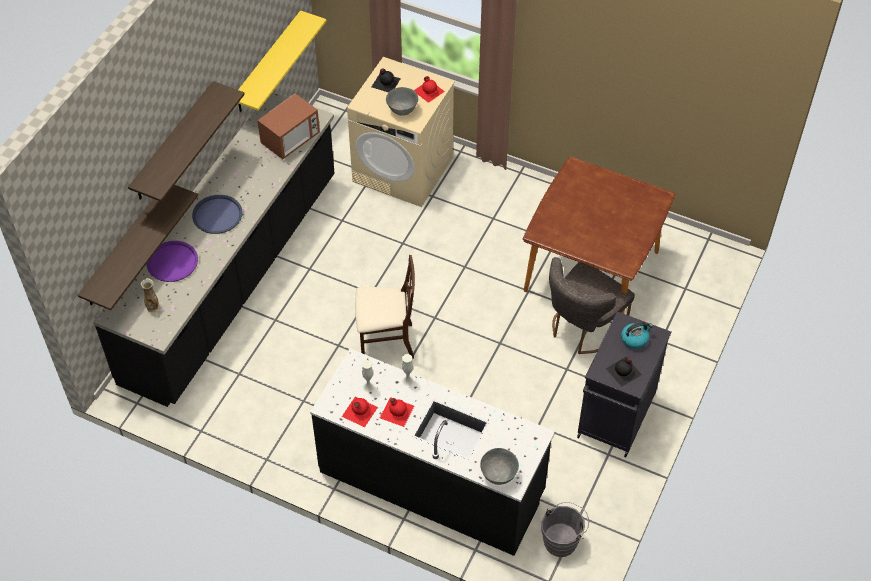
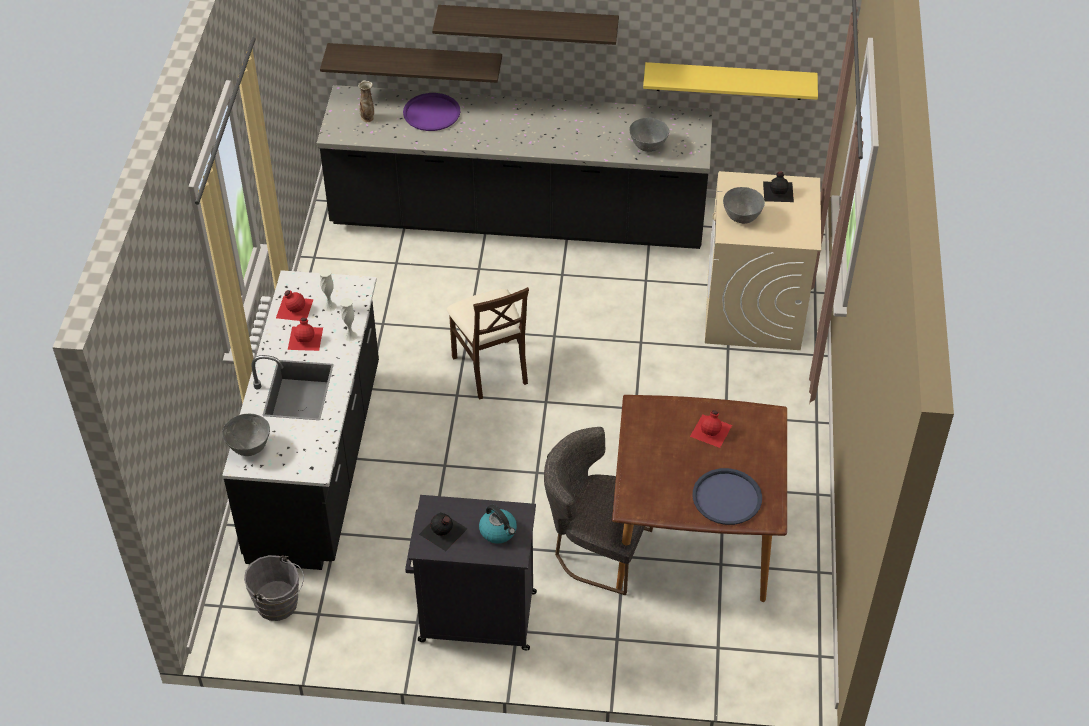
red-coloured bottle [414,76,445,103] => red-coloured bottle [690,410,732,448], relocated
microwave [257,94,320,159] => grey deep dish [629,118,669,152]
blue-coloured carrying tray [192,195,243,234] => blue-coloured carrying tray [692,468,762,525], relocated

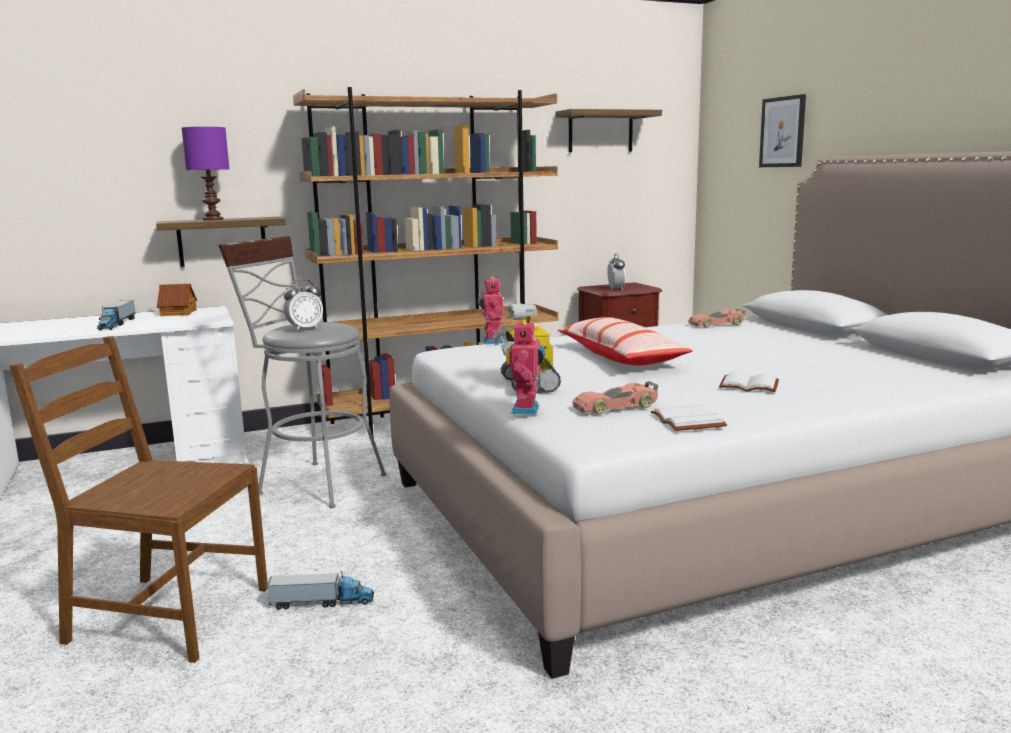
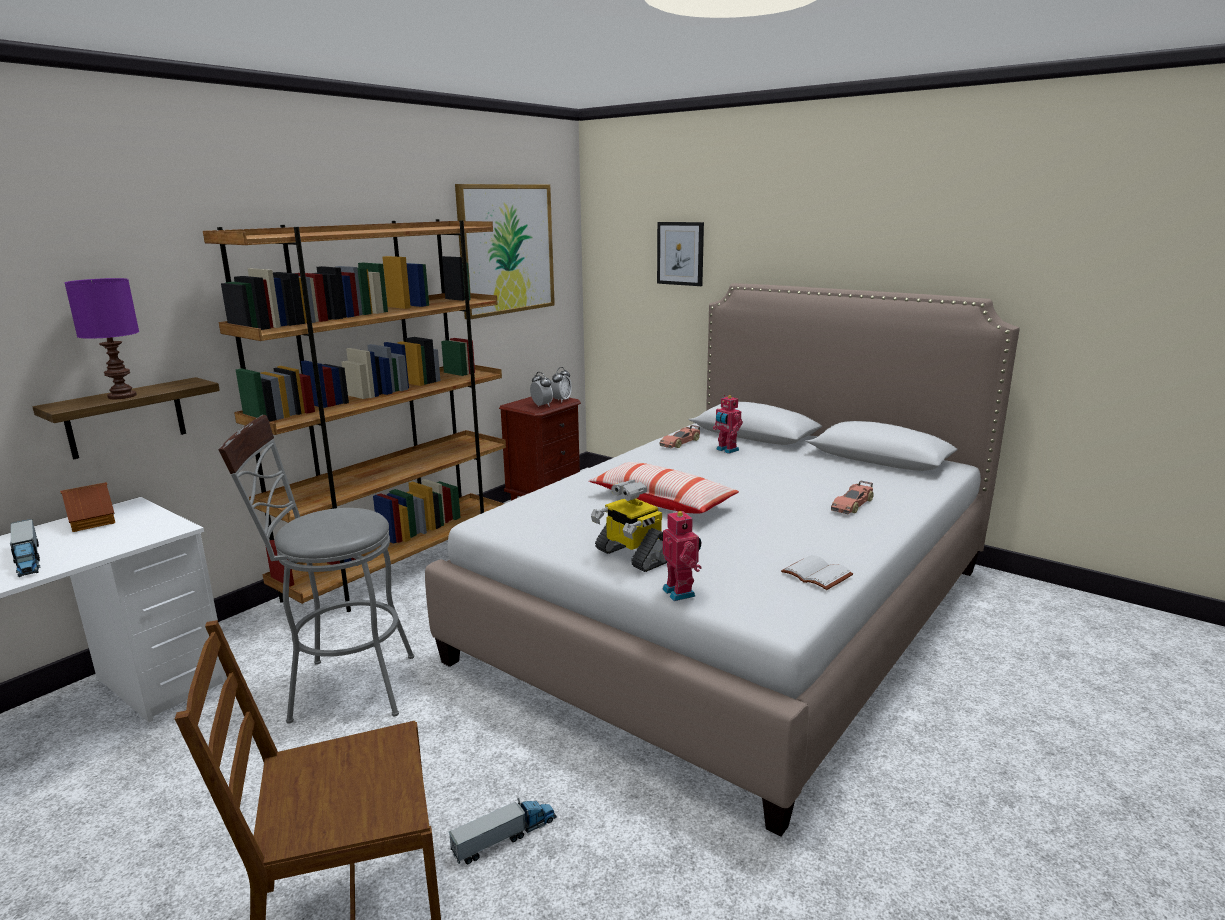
bracket shelf [555,109,662,152] => wall picture [455,184,555,319]
model robot [478,277,504,344] => model robot [713,395,743,454], relocated
bedside clock [284,279,323,331] => bedside clock [551,367,572,403], relocated
white bound book [719,372,779,392] => nothing
toy car [572,381,658,414] => toy car [831,481,874,514], relocated

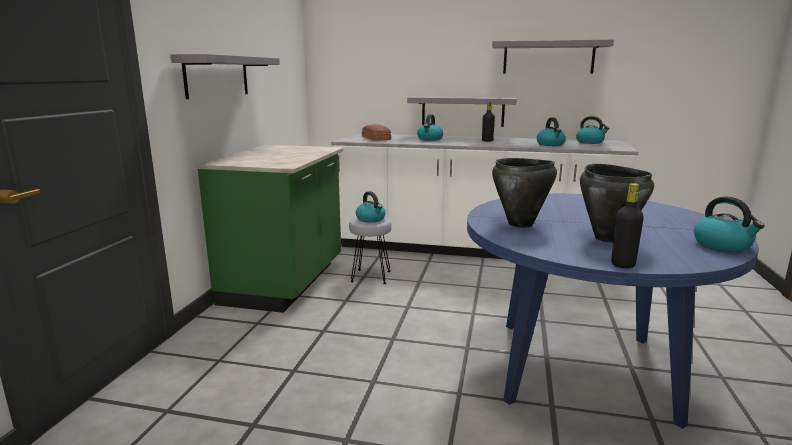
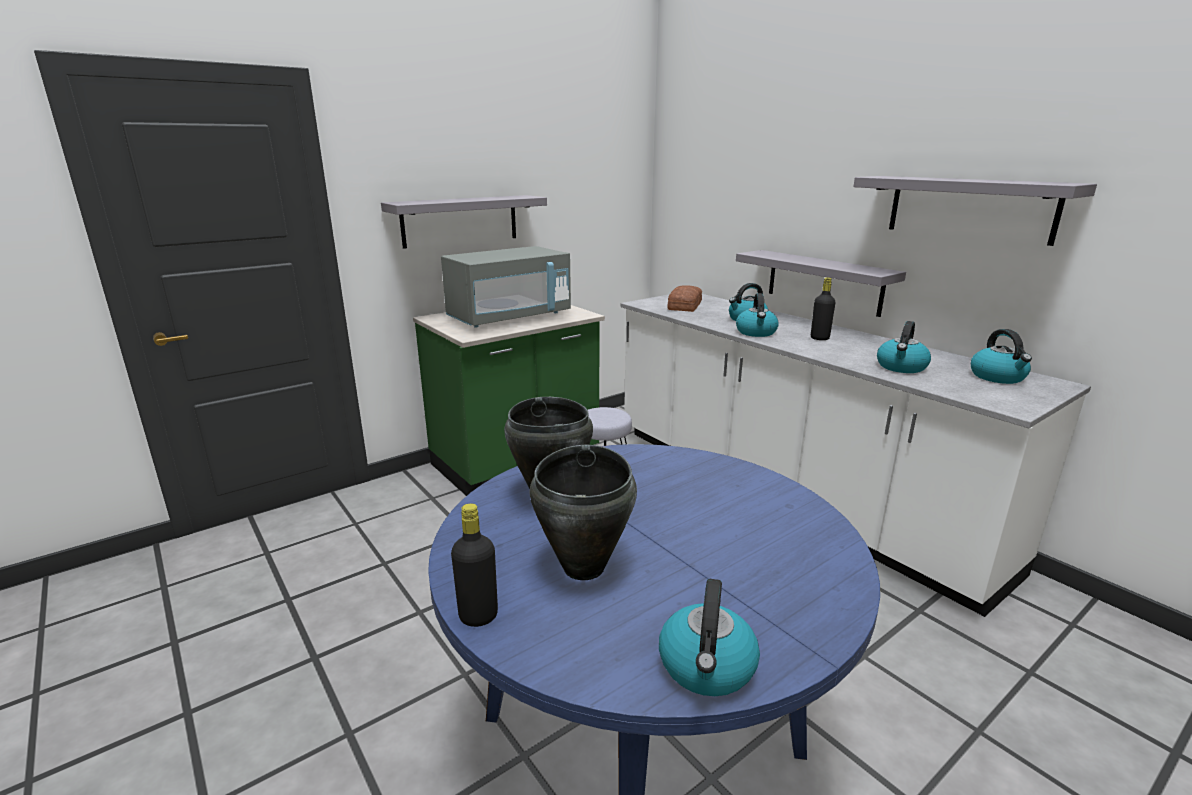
water kettle [356,191,386,223] => water kettle [736,293,779,337], relocated
nothing => grey microwave [441,246,571,328]

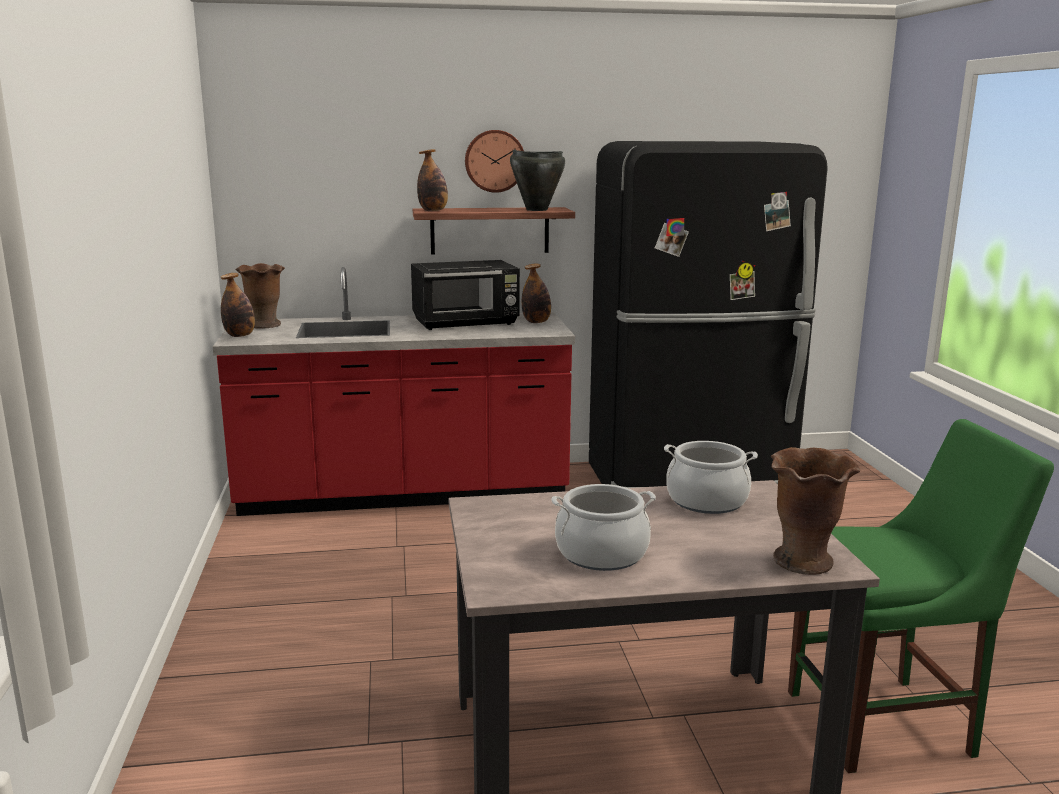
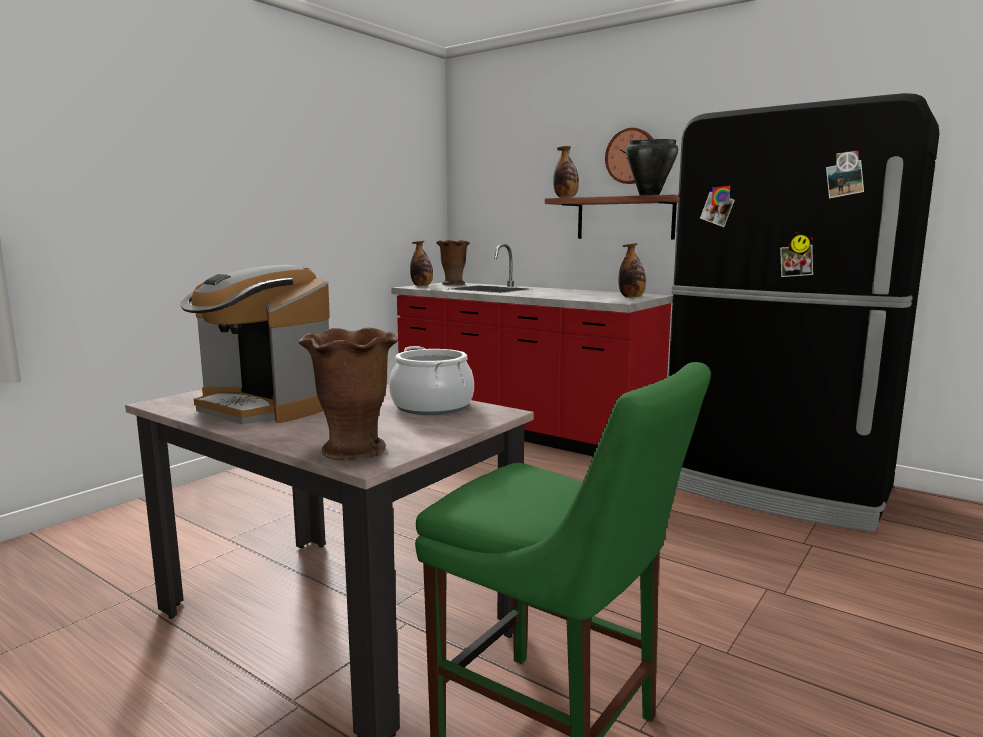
blackish microwave [411,260,520,330] => nothing
cooking pot [551,484,656,571] => coffee brewer [180,265,330,425]

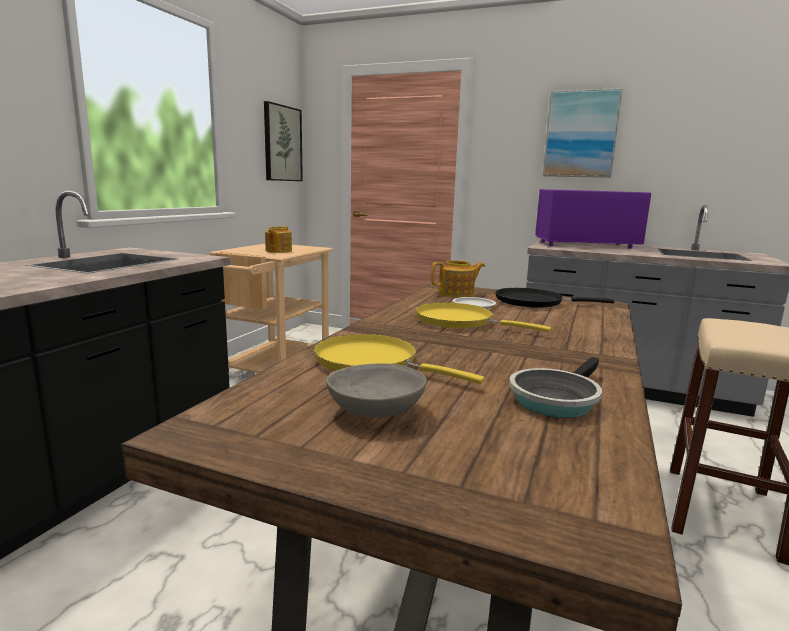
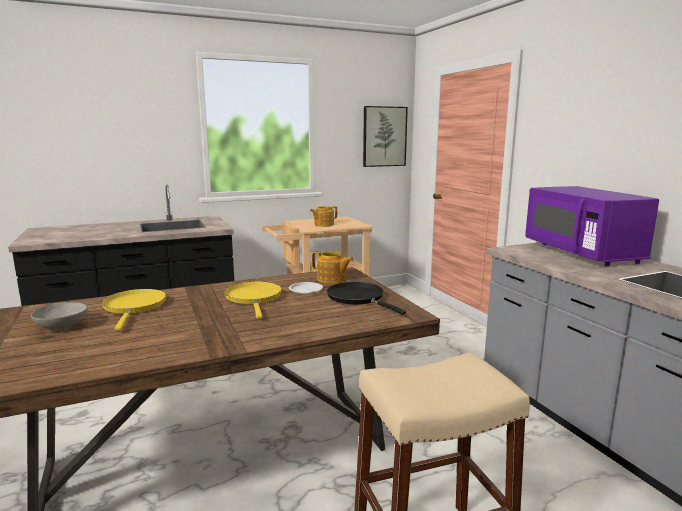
wall picture [543,88,623,178] => nothing
purplish microwave [535,189,651,249] => purplish microwave [525,186,659,266], 150 degrees counterclockwise
frying pan [509,357,602,418] => nothing

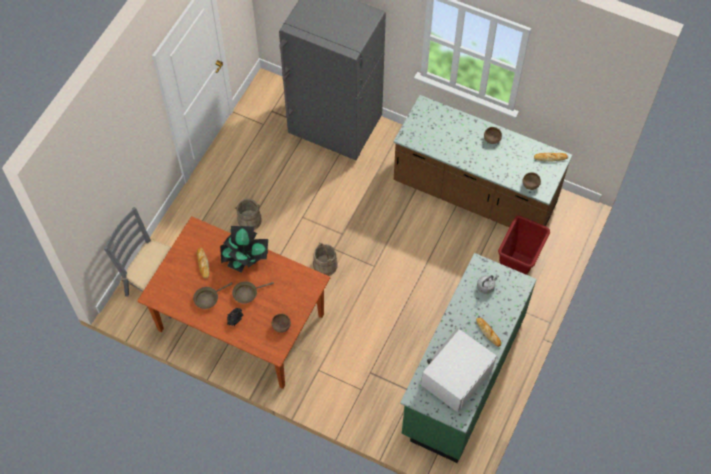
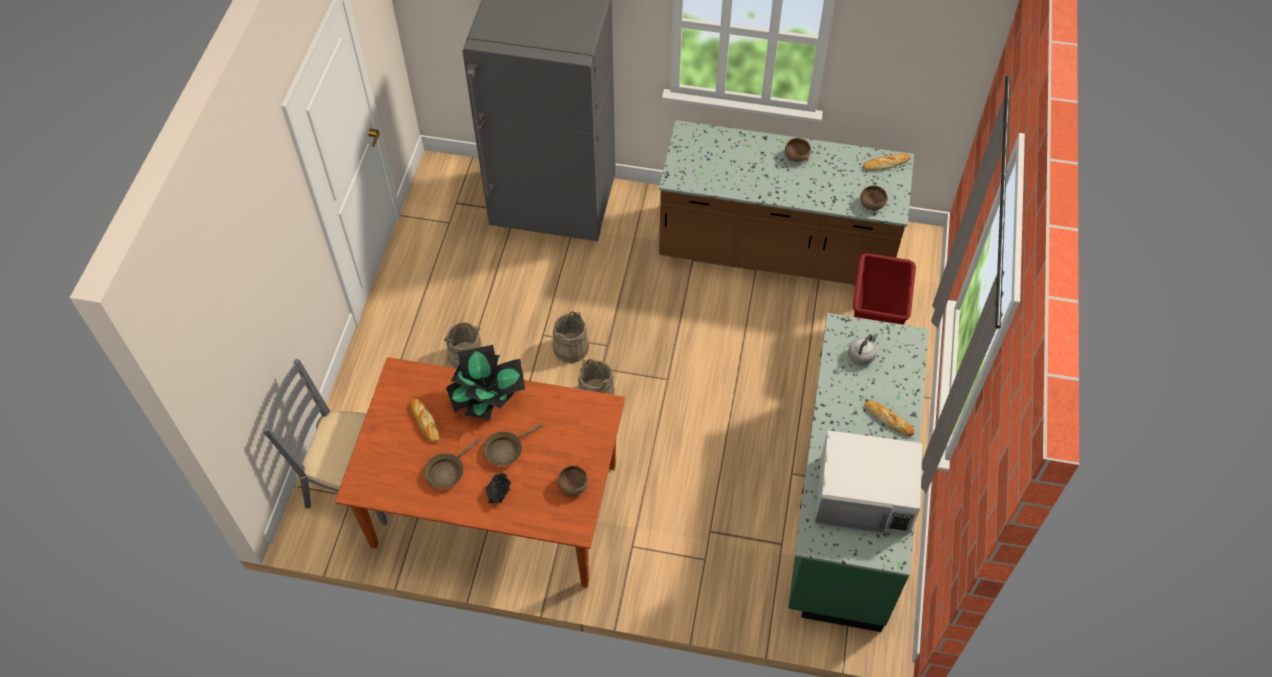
white microwave [421,328,496,412] => white microwave [815,430,923,533], 105 degrees counterclockwise
nothing => beige-coloured bucket [553,311,589,363]

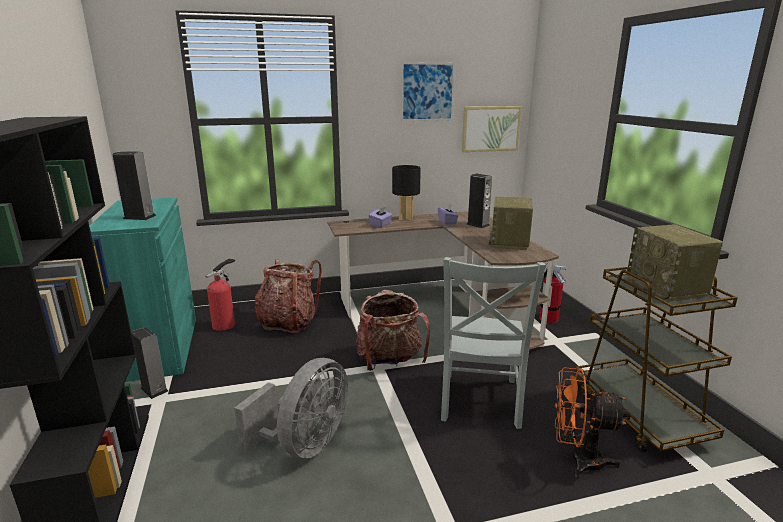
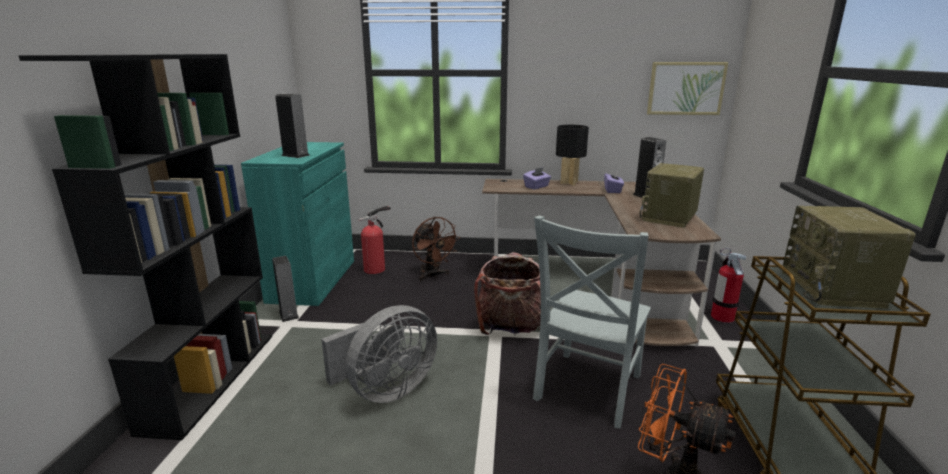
wall picture [401,62,455,121] => nothing
knapsack [255,259,322,333] => brown-coloured electric fan [412,217,460,281]

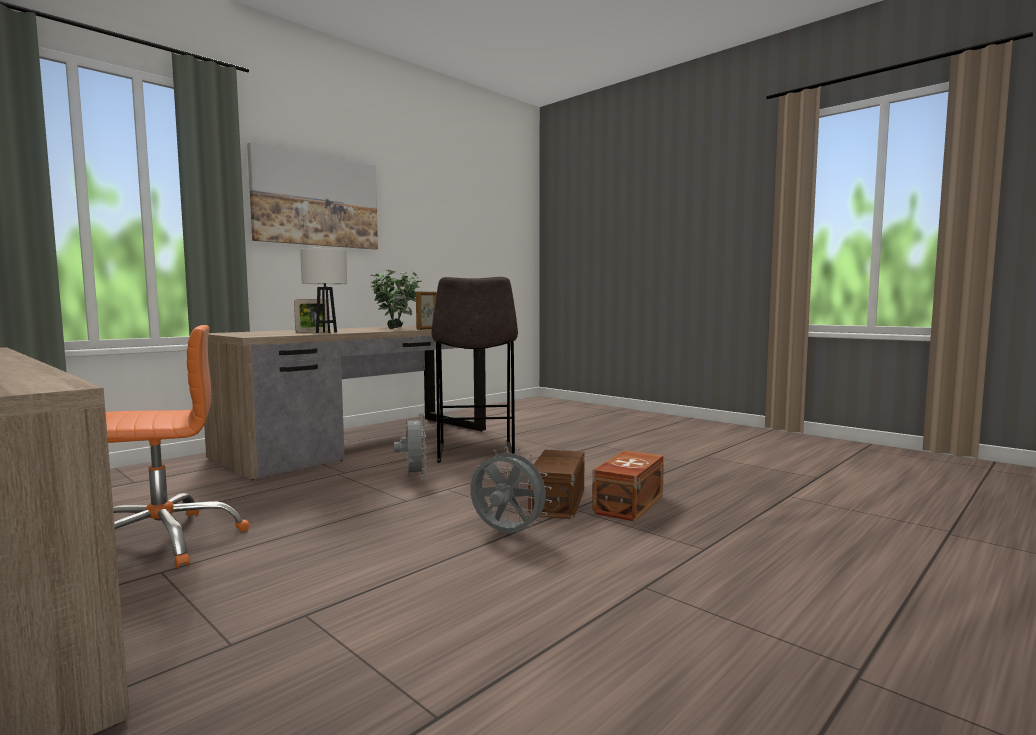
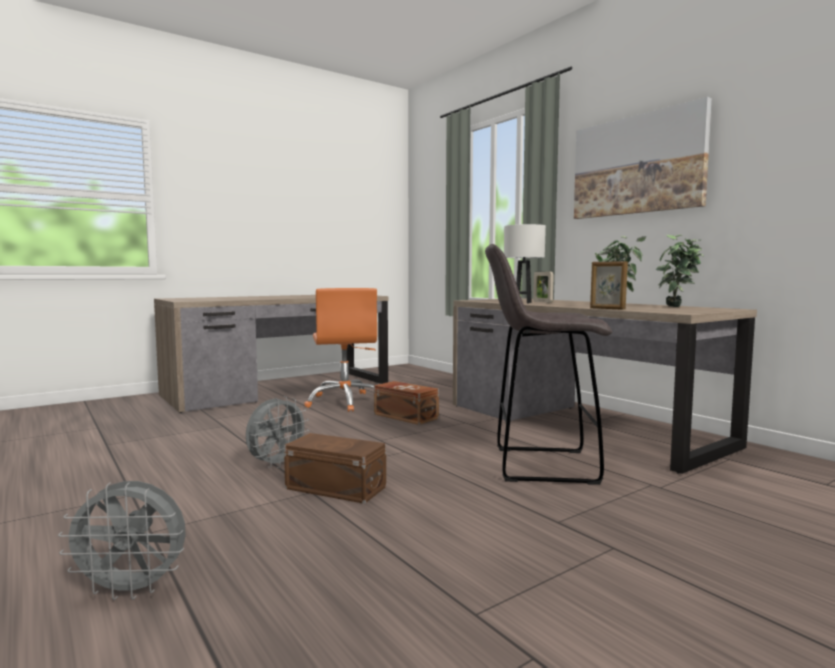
grey electric fan [394,413,427,479] => grey electric fan [58,481,186,600], relocated
brown-coloured storage container [592,450,664,522] => brown-coloured storage container [374,381,439,425], relocated

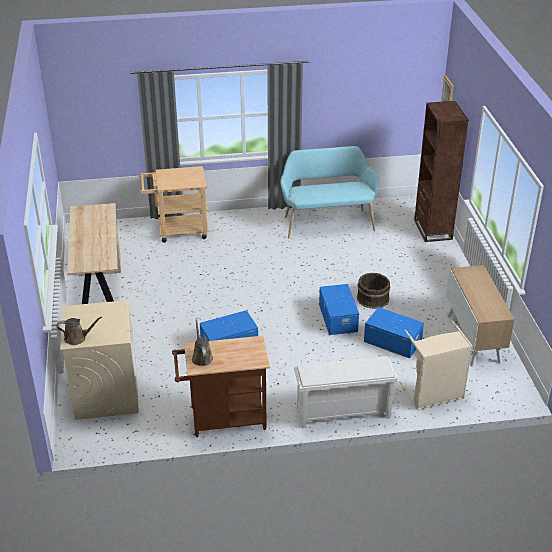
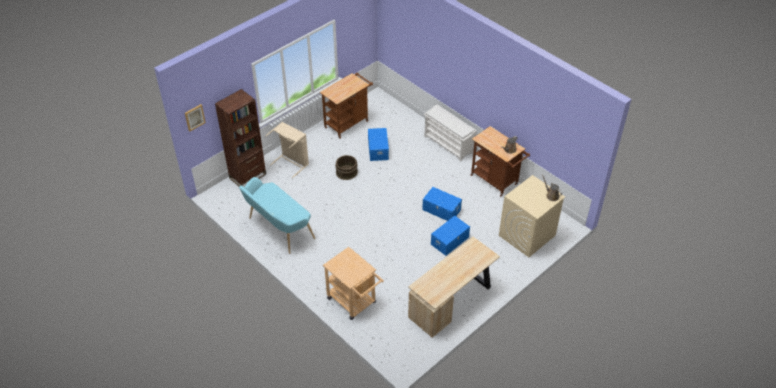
cupboard [446,265,515,367] => brown-coloured wheeled cart [320,72,373,139]
blue-coloured storage container [319,284,359,335] => blue-coloured storage container [431,216,470,256], relocated
beige-coloured hamper [399,319,473,410] => beige-coloured hamper [266,122,309,178], relocated

